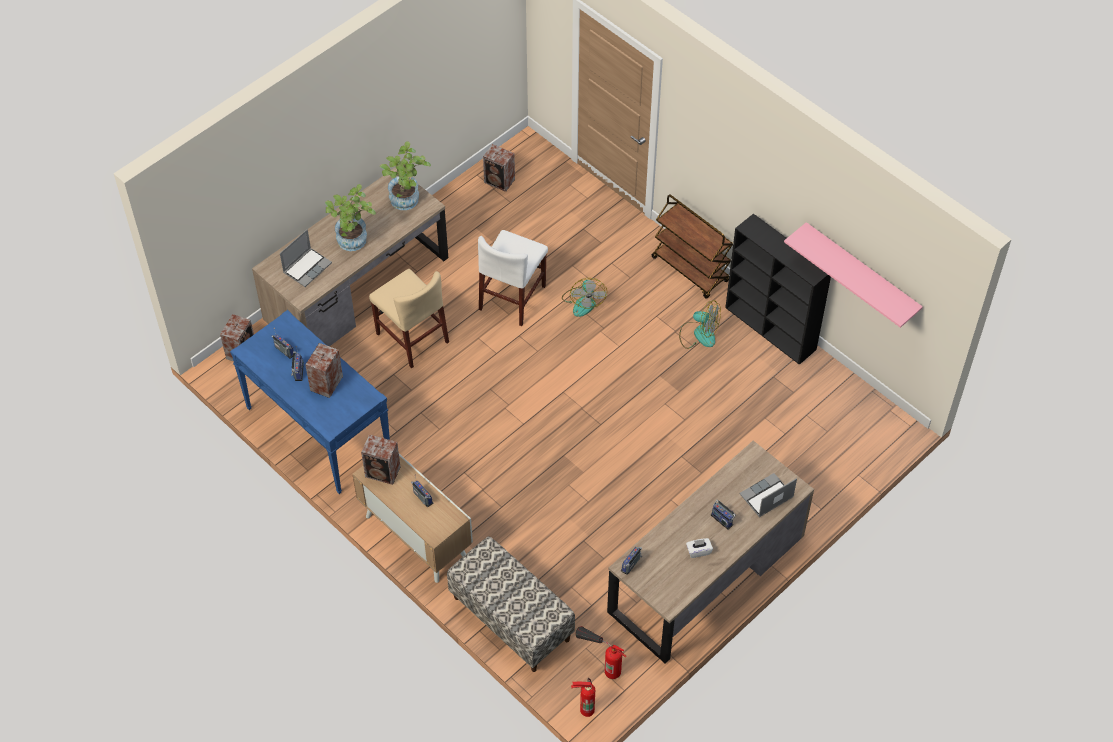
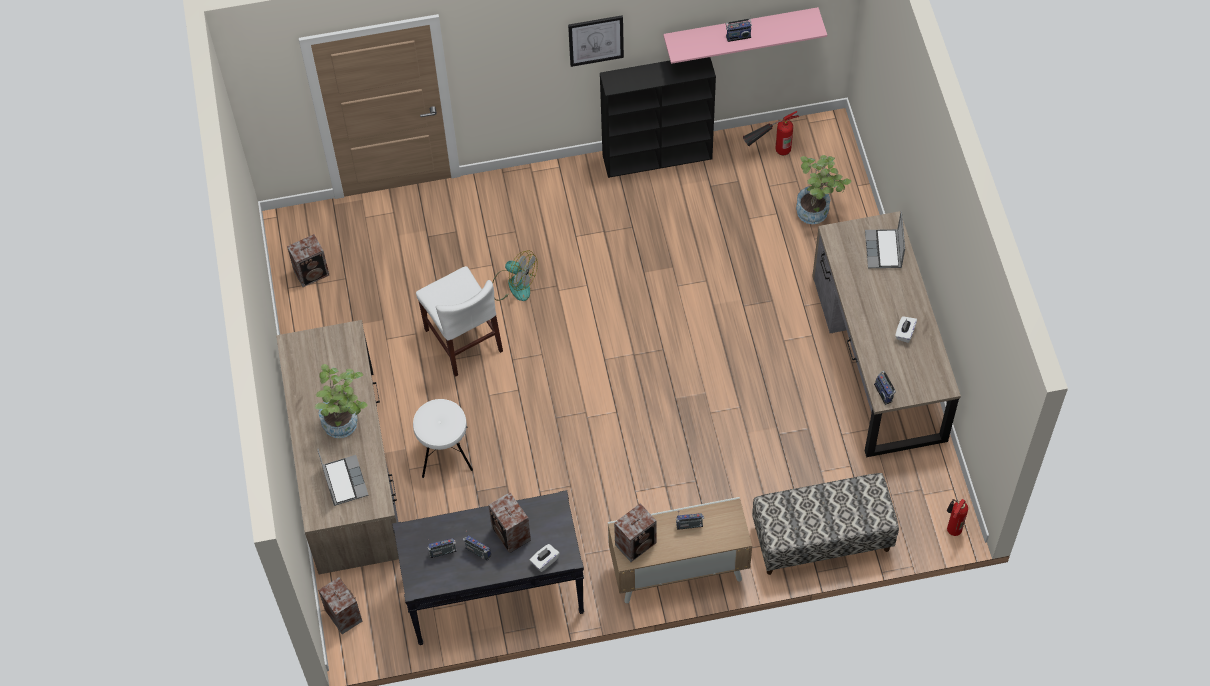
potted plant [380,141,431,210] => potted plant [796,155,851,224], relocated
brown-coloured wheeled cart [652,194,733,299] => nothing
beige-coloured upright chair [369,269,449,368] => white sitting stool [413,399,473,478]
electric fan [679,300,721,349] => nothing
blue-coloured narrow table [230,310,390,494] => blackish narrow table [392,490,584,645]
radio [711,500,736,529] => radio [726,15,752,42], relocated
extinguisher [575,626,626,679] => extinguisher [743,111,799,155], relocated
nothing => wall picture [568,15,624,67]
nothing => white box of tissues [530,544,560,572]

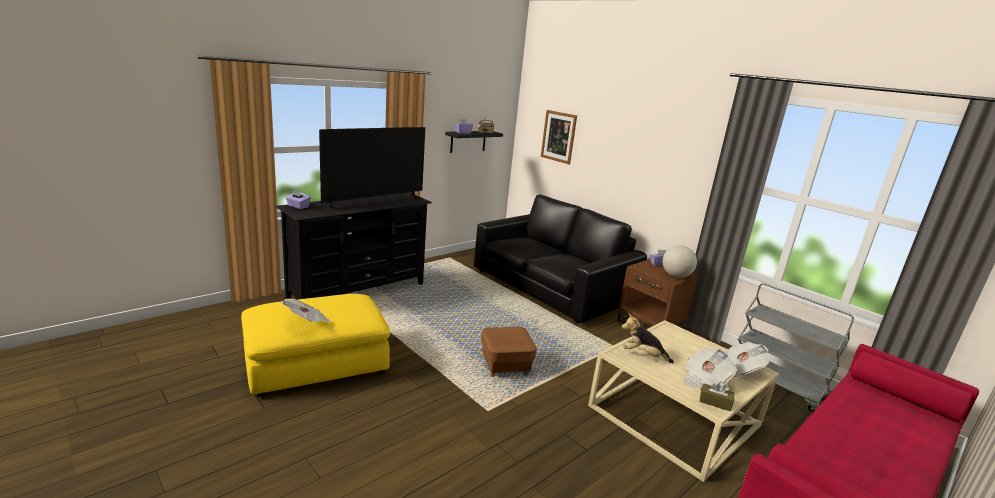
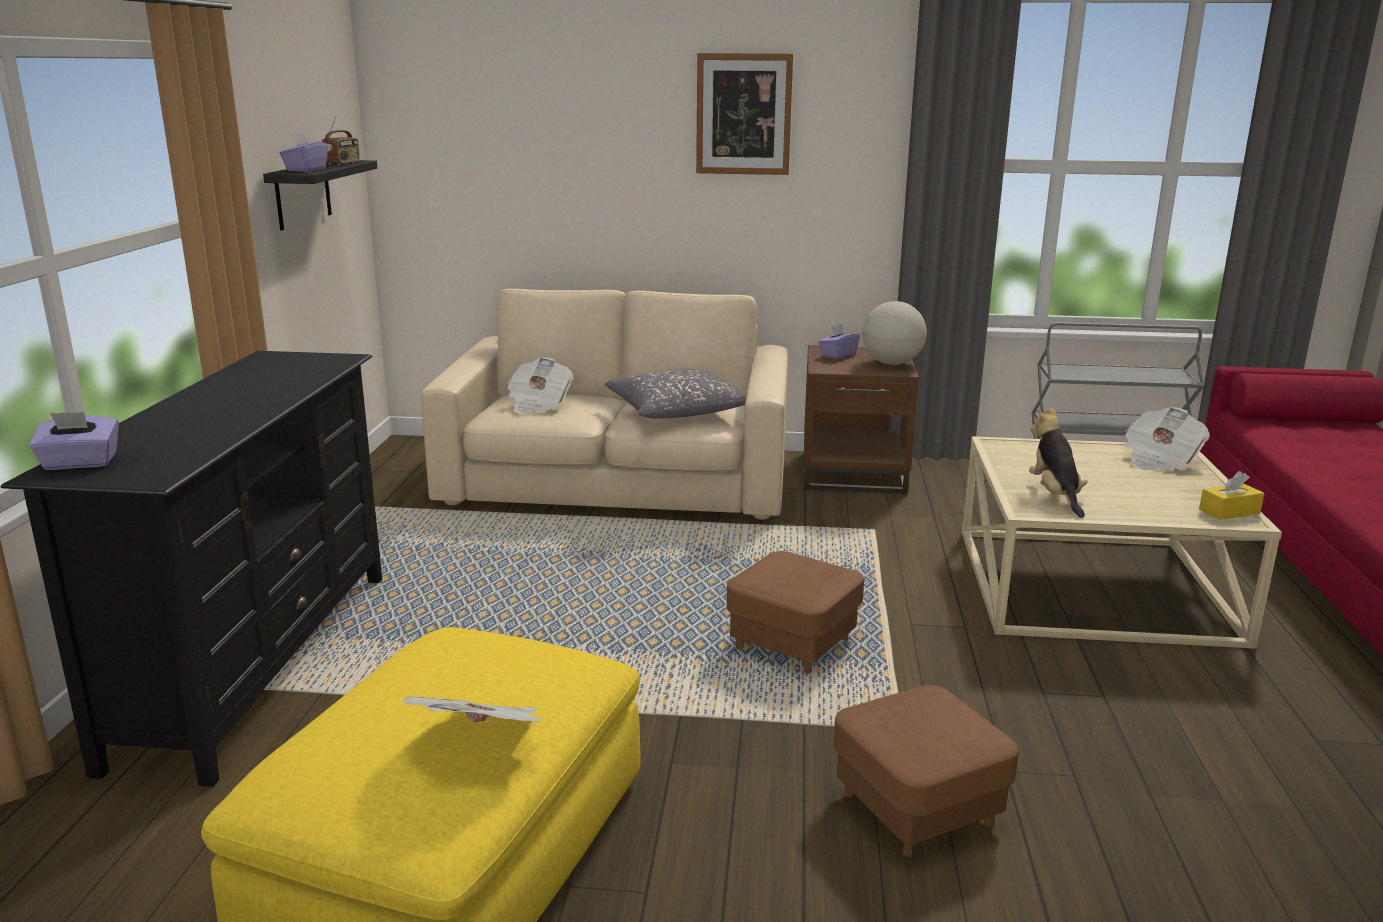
wall picture [541,110,577,164] => wall picture [696,53,793,175], relocated
TV [319,127,425,210] => nothing
blackish settee [474,195,647,323] => beige-coloured settee [421,289,788,520]
plush toy [622,313,674,364] => plush toy [1029,407,1087,518], 105 degrees clockwise
daily paper [684,348,736,389] => daily paper [507,357,574,414], relocated
brown-coloured box of tissues [700,382,734,411] => yellowish box of tissues [1199,471,1264,520]
nothing => grey pillow [605,369,747,419]
nothing => brown-coloured footrest [833,685,1019,857]

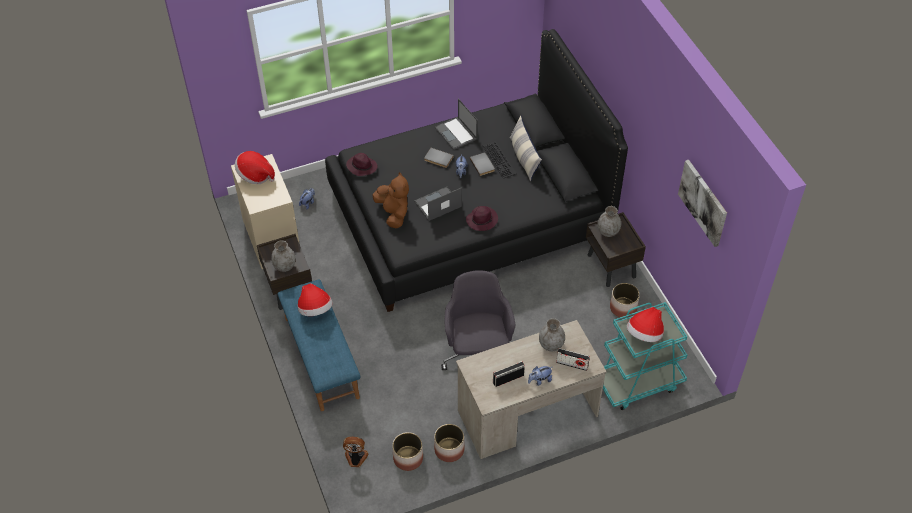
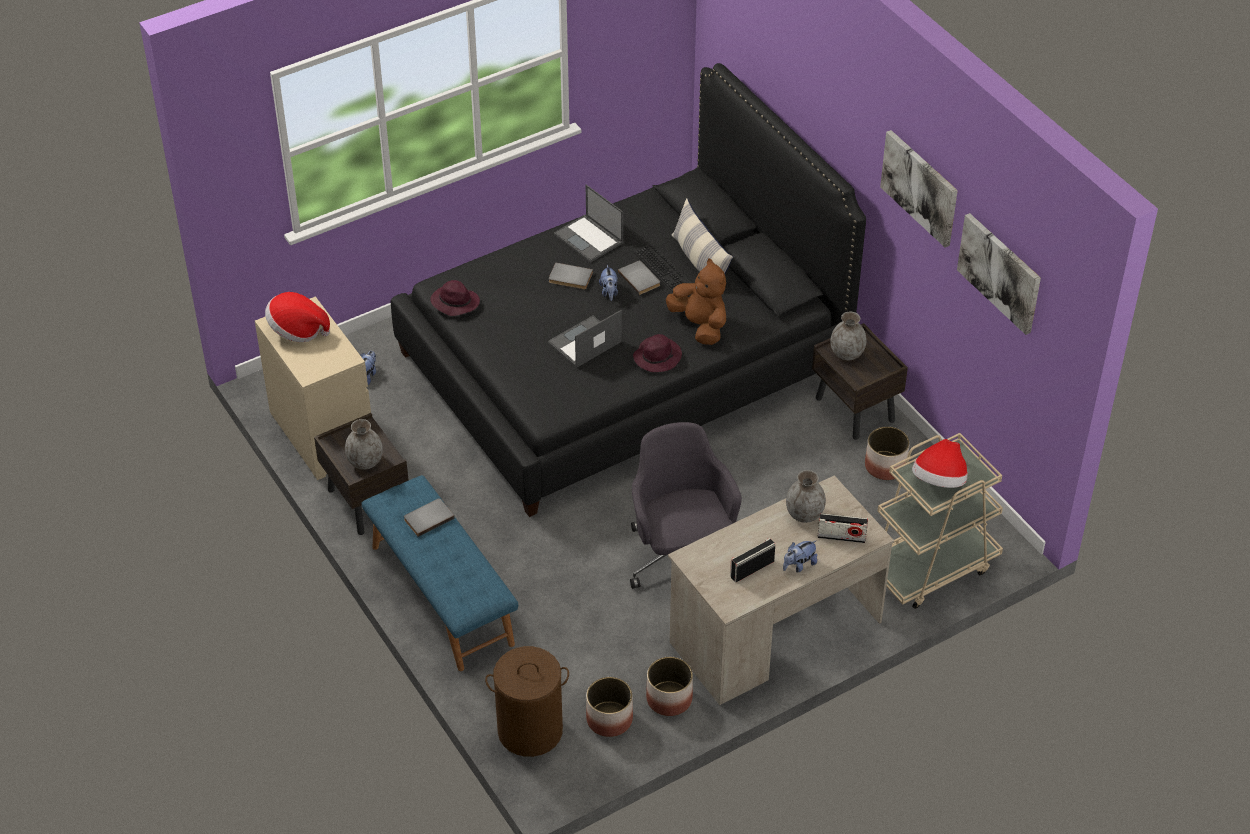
brown-coloured plush toy [372,172,409,228] => brown-coloured plush toy [666,258,726,345], relocated
wearable hat [298,283,333,316] => grey bound book [404,498,455,537]
turquoise-coloured wheeled cart [603,302,687,410] => beige-coloured wheeled cart [878,433,1003,609]
electric fan [343,437,368,467] => brown-coloured hamper [485,646,569,757]
nothing => wall picture [880,130,958,247]

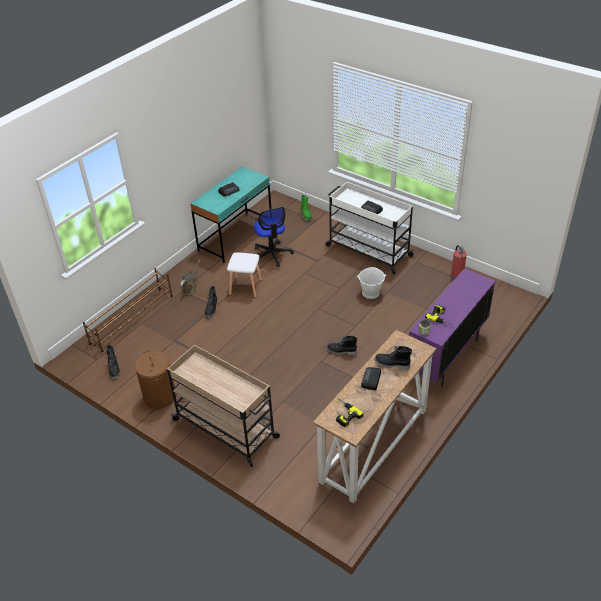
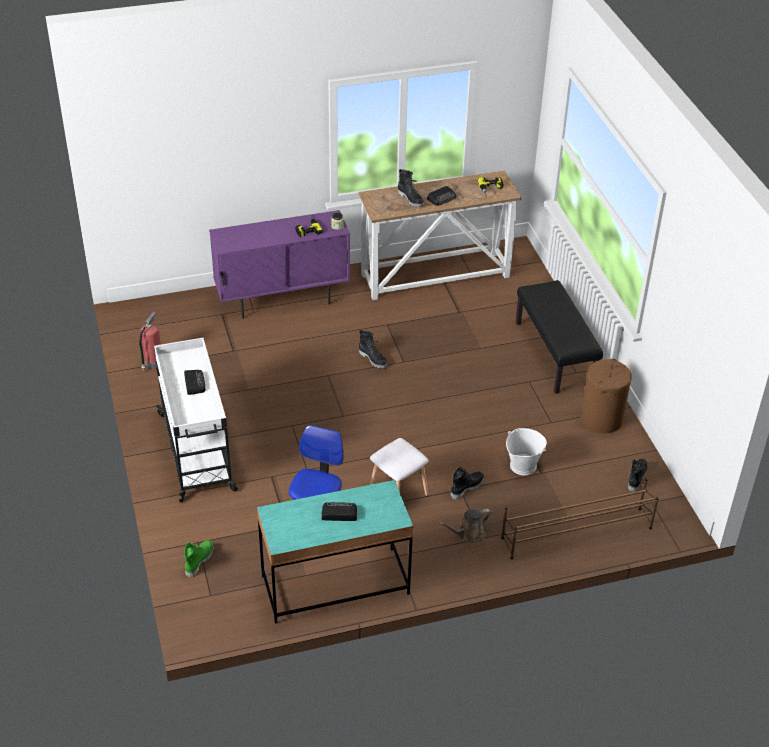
white bucket [357,267,385,299] => white bucket [506,428,547,475], relocated
beige-coloured wheeled cart [167,345,280,467] => blackish indoor bench [516,280,603,394]

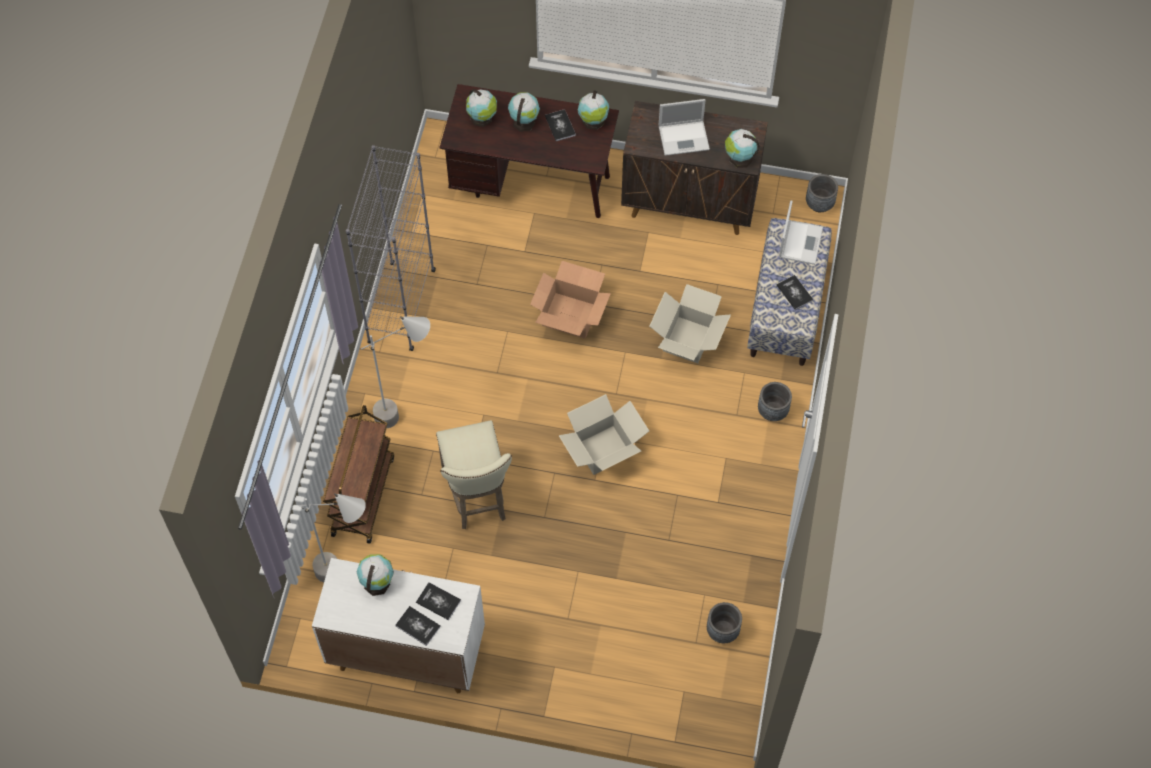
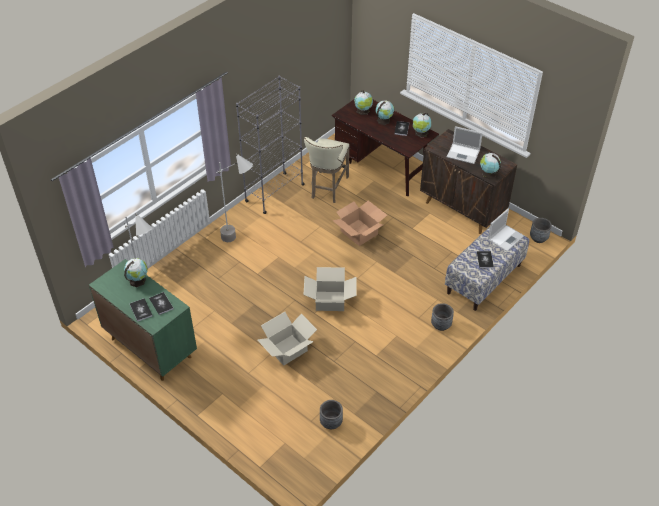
carton [650,284,731,363] => carton [257,312,317,366], relocated
brown-coloured wheeled cart [323,405,394,544] => nothing
beige-coloured sitting stool [436,420,512,529] => beige-coloured sitting stool [304,137,350,203], relocated
white cupboard [312,558,485,693] => green-coloured cupboard [89,259,197,381]

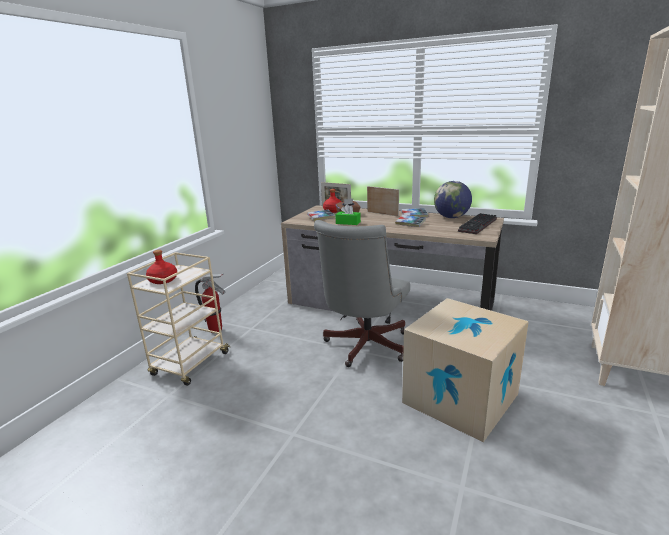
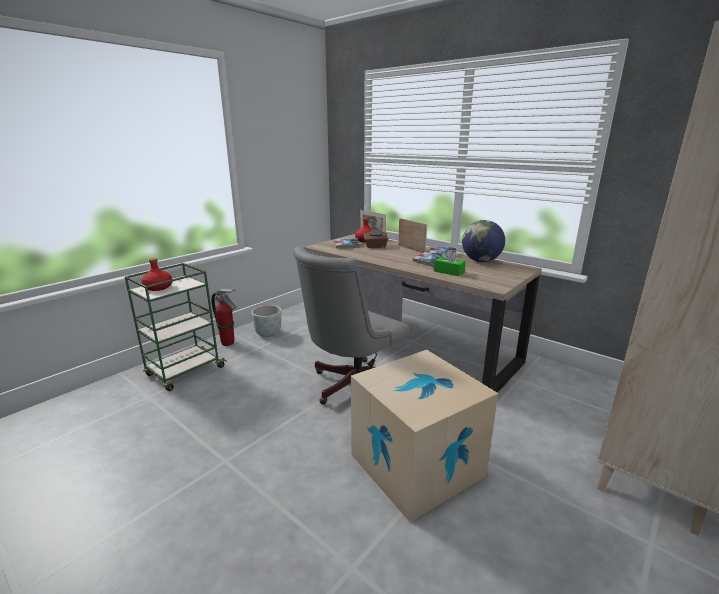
green-coloured box of tissues [335,204,361,225] => green-coloured box of tissues [434,250,466,276], relocated
PC keyboard [458,213,497,234] => nothing
beige-coloured wheeled cart [127,252,230,386] => green-coloured wheeled cart [125,263,227,391]
nothing => grey planter [252,305,281,337]

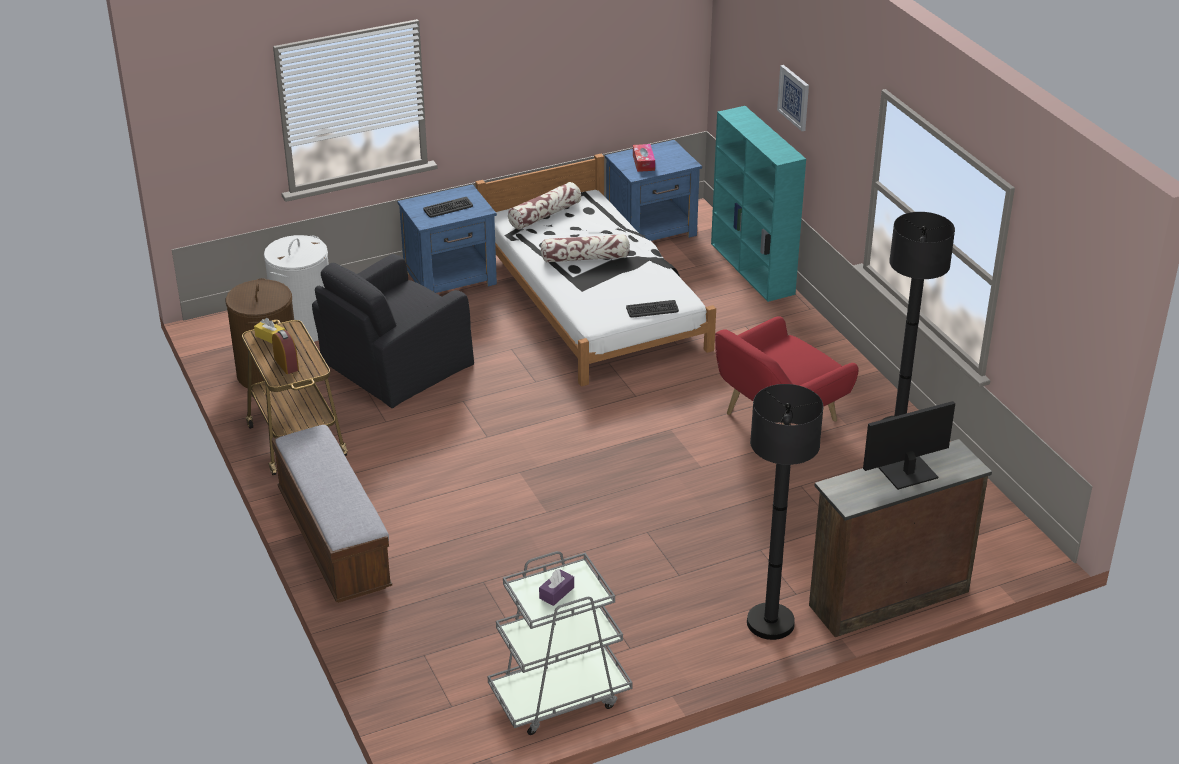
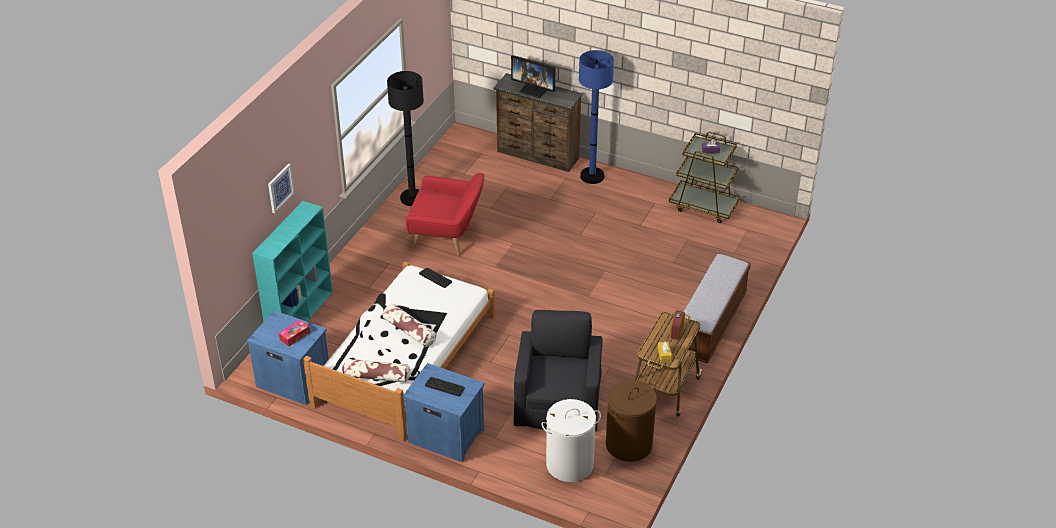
blackish easy chair [312,254,474,408] => blackish easy chair [514,310,602,432], 90 degrees counterclockwise
blackish standing lamp [747,384,824,640] => blue-coloured standing lamp [579,50,614,184]
grey wheeled cart [488,551,633,735] => brown-coloured wheeled cart [669,132,740,223]

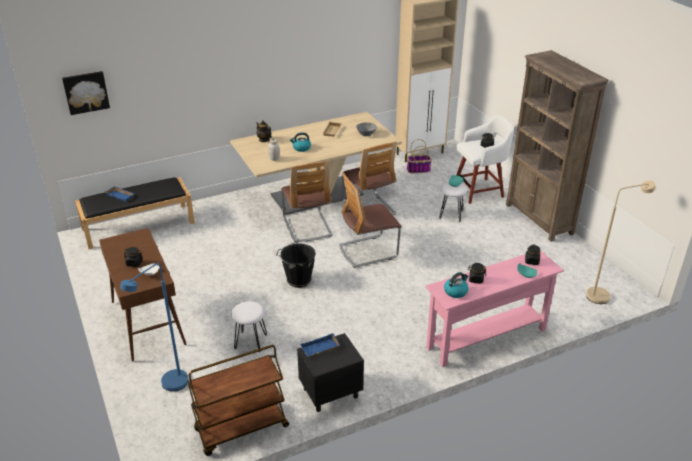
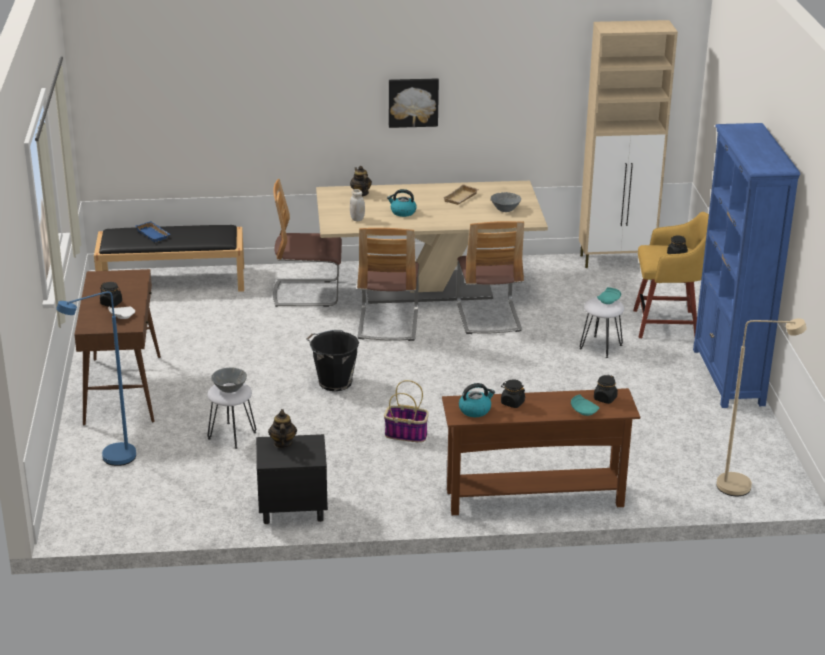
brown-coloured bookcase [506,50,609,242] => blue-coloured bookcase [693,123,800,408]
wall picture [62,71,110,115] => wall picture [389,78,439,128], relocated
white sitting stool [457,115,514,204] => yellowish sitting stool [633,212,709,338]
storage basket [407,139,432,173] => storage basket [384,380,429,443], relocated
upright chair [339,172,402,268] => upright chair [273,179,342,307], relocated
pinkish narrow table [425,250,564,367] => brown-coloured narrow table [442,388,640,515]
blue-coloured carrying tray [300,333,340,357] => tea pot [268,409,297,448]
brown-coloured wheeled cart [187,345,289,456] => nothing
nothing => grey deep dish [211,367,247,393]

